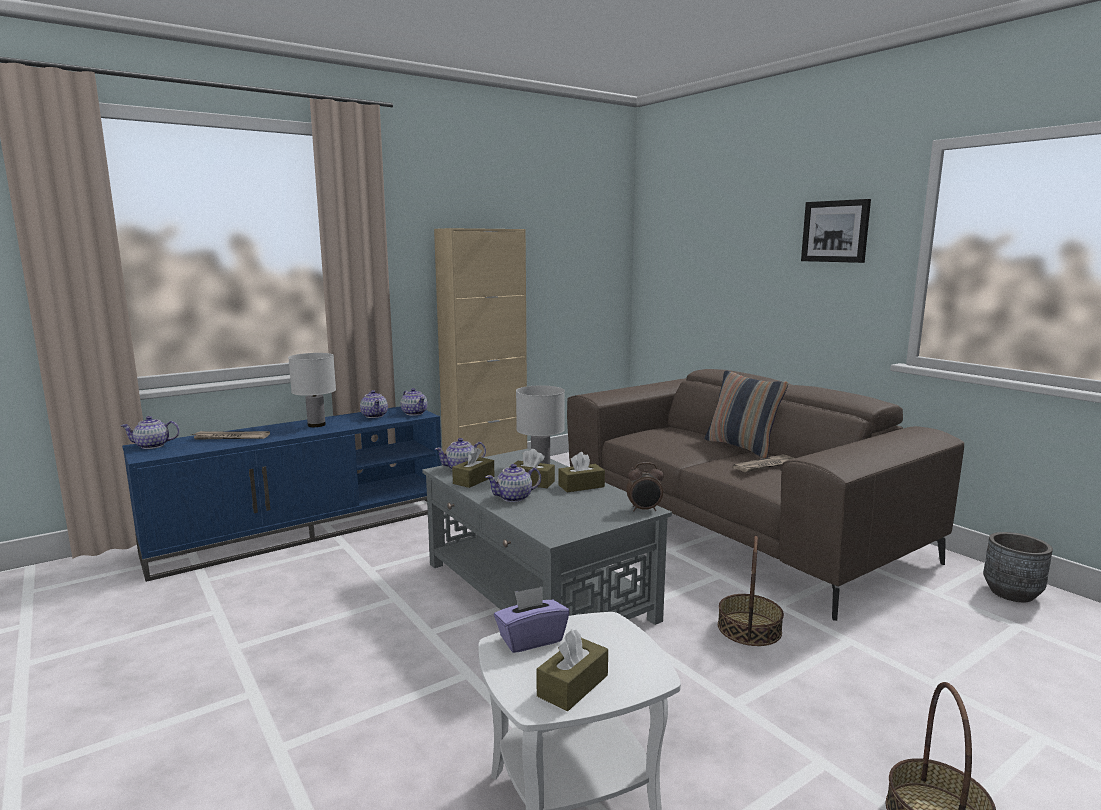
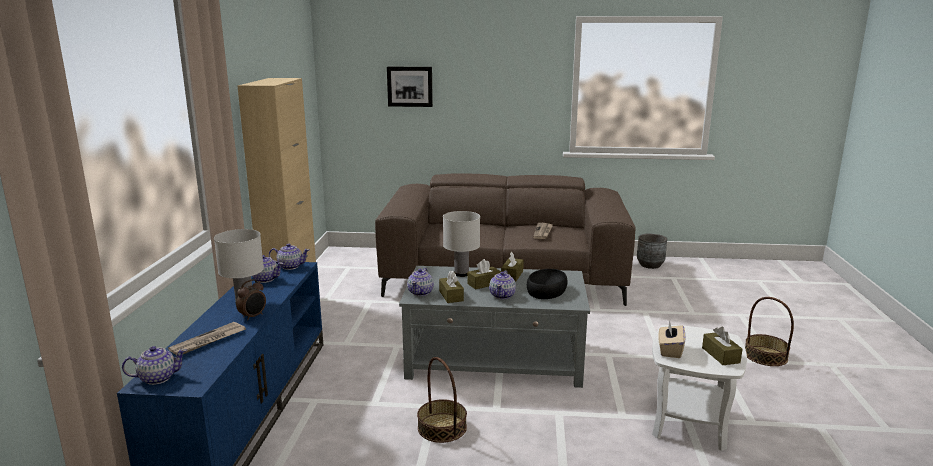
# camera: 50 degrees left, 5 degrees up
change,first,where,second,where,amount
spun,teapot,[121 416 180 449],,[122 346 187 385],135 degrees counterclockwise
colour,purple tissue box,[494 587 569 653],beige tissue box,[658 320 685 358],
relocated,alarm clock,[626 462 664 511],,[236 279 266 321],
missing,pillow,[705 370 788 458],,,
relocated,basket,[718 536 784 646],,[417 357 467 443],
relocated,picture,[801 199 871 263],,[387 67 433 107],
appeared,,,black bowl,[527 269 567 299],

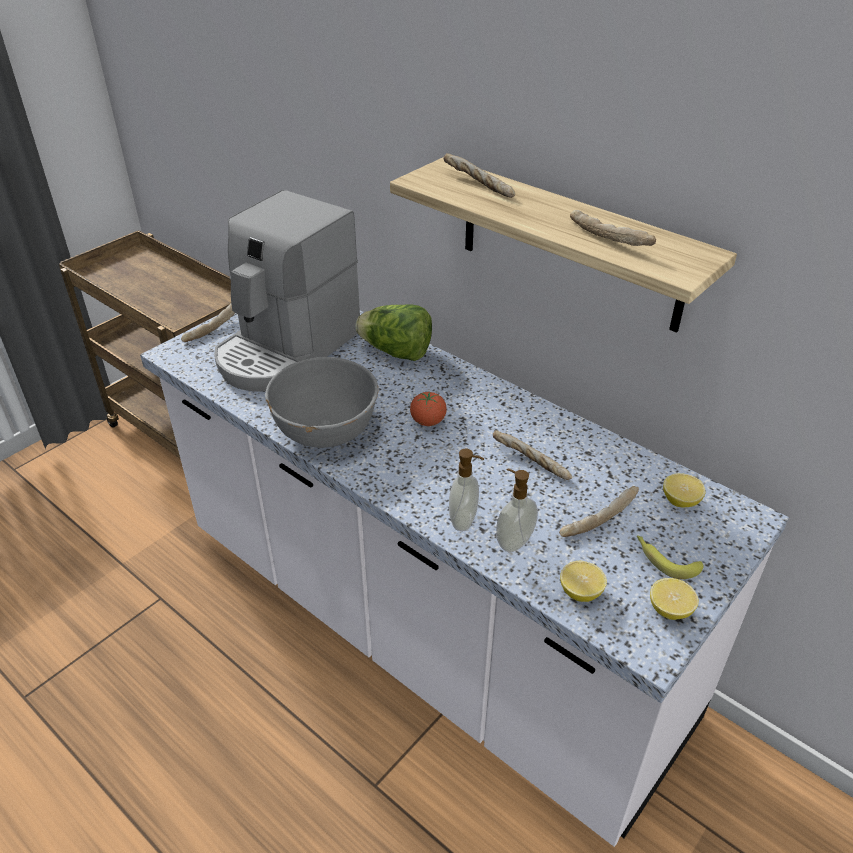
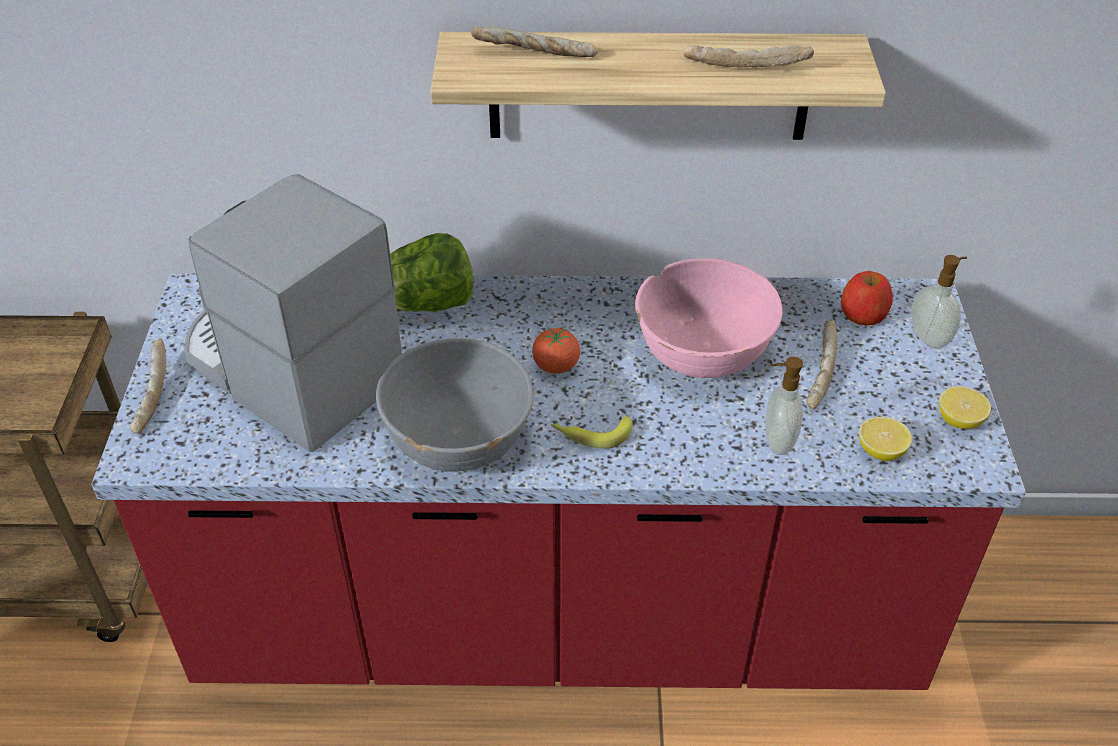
# camera: 40 degrees left, 5 degrees up
change,first,where,second,where,amount
colour,white counter,[140 310 789 847],red counter,[91 273 1026 690],
spun,coffee machine,[214 190 360 392],,[185 174 402 452],135 degrees clockwise
relocated,soap dispenser,[449 449 484 531],,[911 255 967 349],
exchanged,bread,[493 430 572 480],pink bowl,[635 258 783 378],
relocated,banana,[637 536 703 579],,[551 416 632 449],
exchanged,lemon,[663 473 705 508],apple,[841 271 893 325],

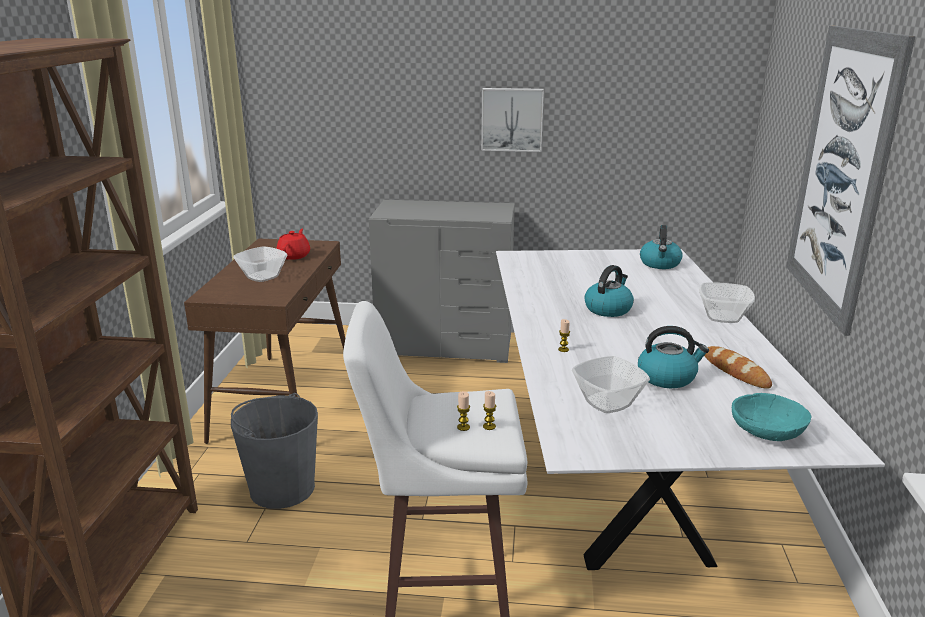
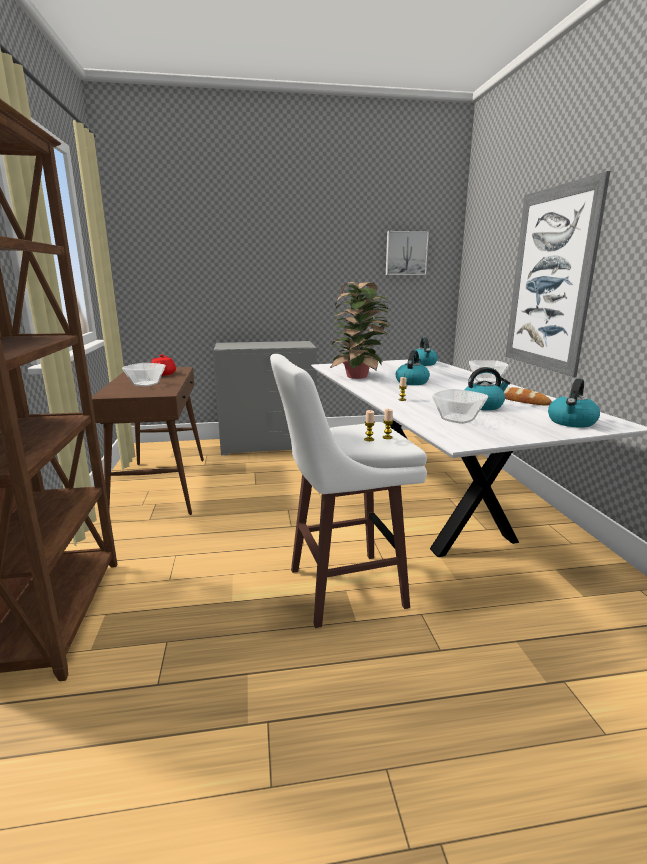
# camera: 15 degrees left, 5 degrees down
change,first,where,second,where,amount
missing,grey bucket,[231 393 318 509],,,
relocated,picture,[481 88 544 152],,[386 231 429 275],
exchanged,turquoise bowl,[732 393 811 441],kettle,[548 378 600 428],
appeared,,,potted plant,[330 282 391 379],

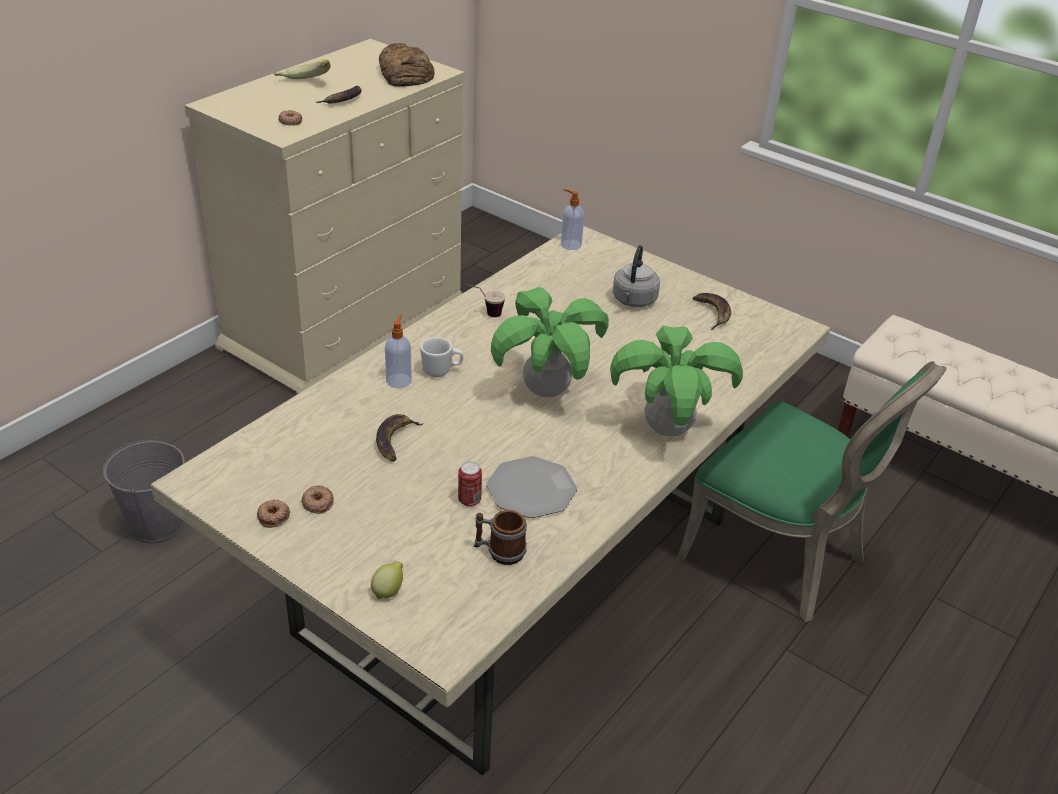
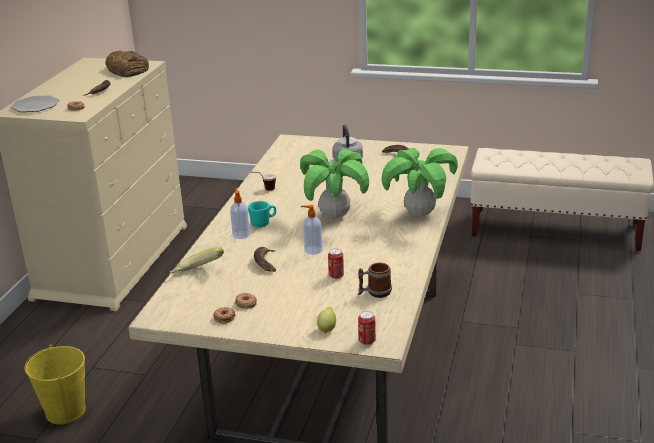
# camera: 20 degrees left, 10 degrees down
change,first,where,second,where,amount
colour,grey bucket,[103 437 185 544],yellow bucket,[25 345 86 425],
relocated,banana,[274 59 330 79],,[170 247 224 273],
colour,white mug,[420 337 464 377],turquoise mug,[248 201 276 228],
relocated,plate,[486 456 577 518],,[10 95 59 112],
relocated,soap dispenser,[561 189 584 250],,[300 205 323 255],
missing,green chair,[677 361 946 622],,,
appeared,,,can,[358 311 376 345],

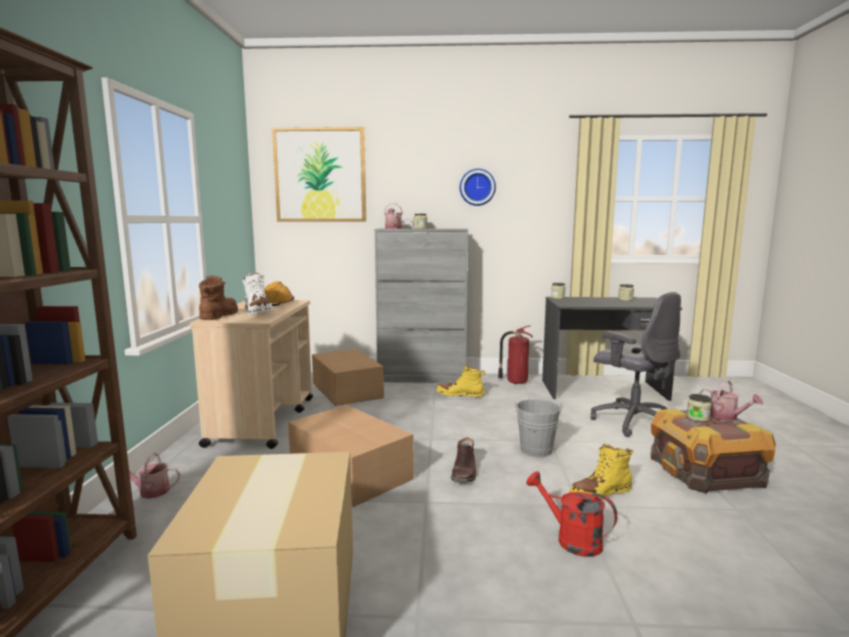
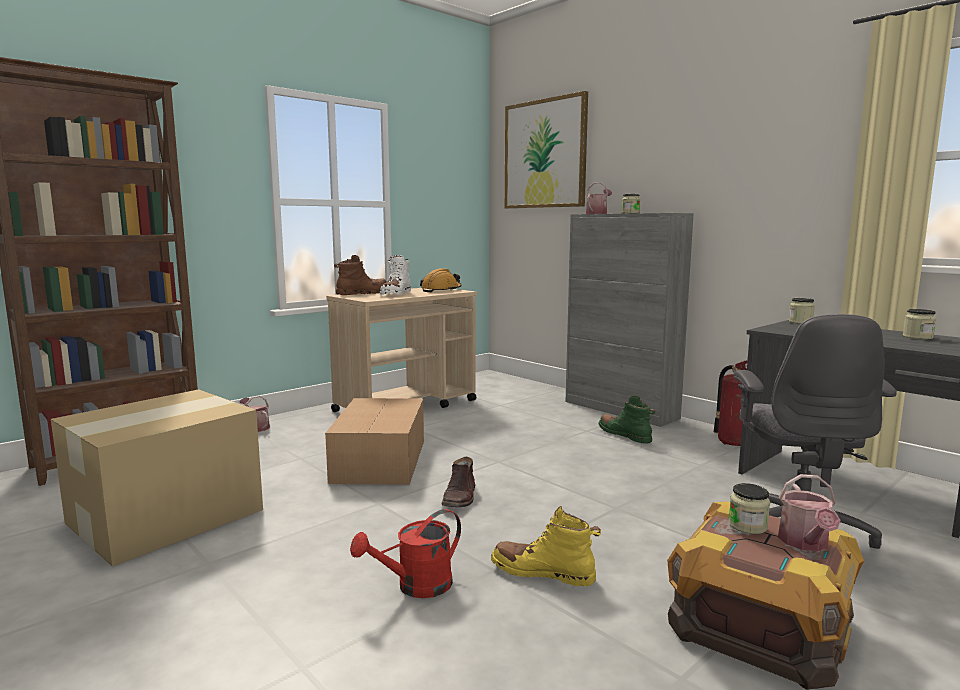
# camera: 45 degrees right, 0 degrees up
change,first,where,second,where,amount
missing,cardboard box,[312 349 384 406],,,
colour,yellow boot,[436 364 486 397],green boot,[598 396 655 444],
spun,brown boot,[451 437 476 482],,[442 457 475 507],45 degrees counterclockwise
missing,wall clock,[460 169 496 206],,,
missing,grey bucket,[515 399 563 457],,,
spun,red watering can,[526 471 617 557],,[350 509 461 598],120 degrees counterclockwise

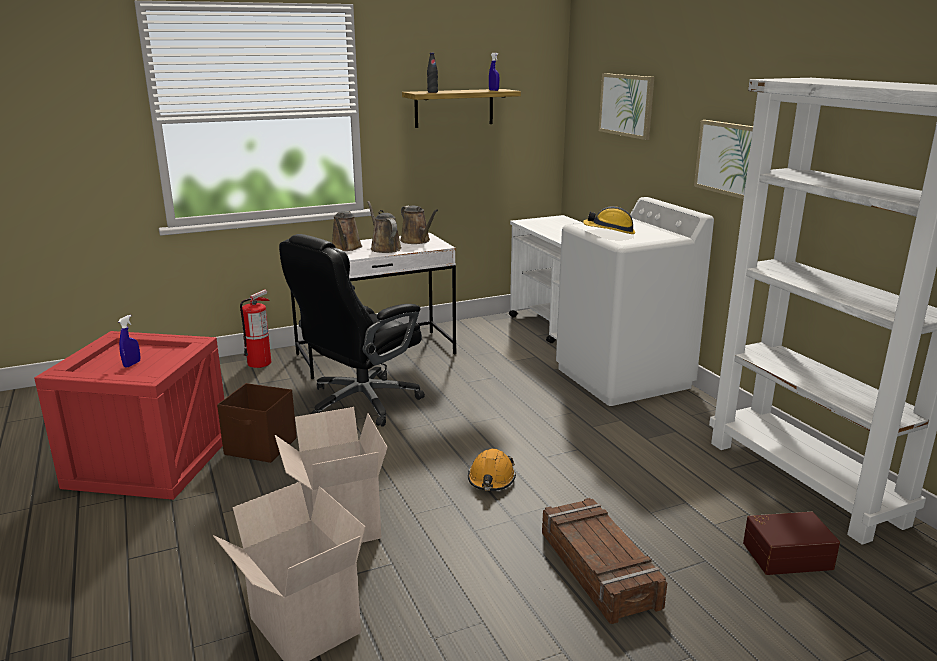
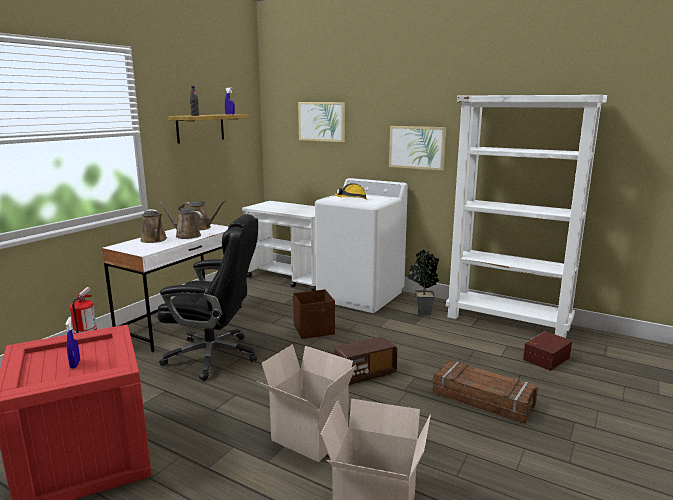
# camera: 35 degrees left, 5 degrees down
change,first,where,second,where,amount
relocated,brown storage box,[217 383 297 463],,[293 289 335 339],
spun,black office chair,[279 234 425 427],,[157 214 258 381],90 degrees counterclockwise
exchanged,orange hard hat,[468 449 516 491],radio,[334 336 398 385],
appeared,,,potted plant,[408 249 439 316],

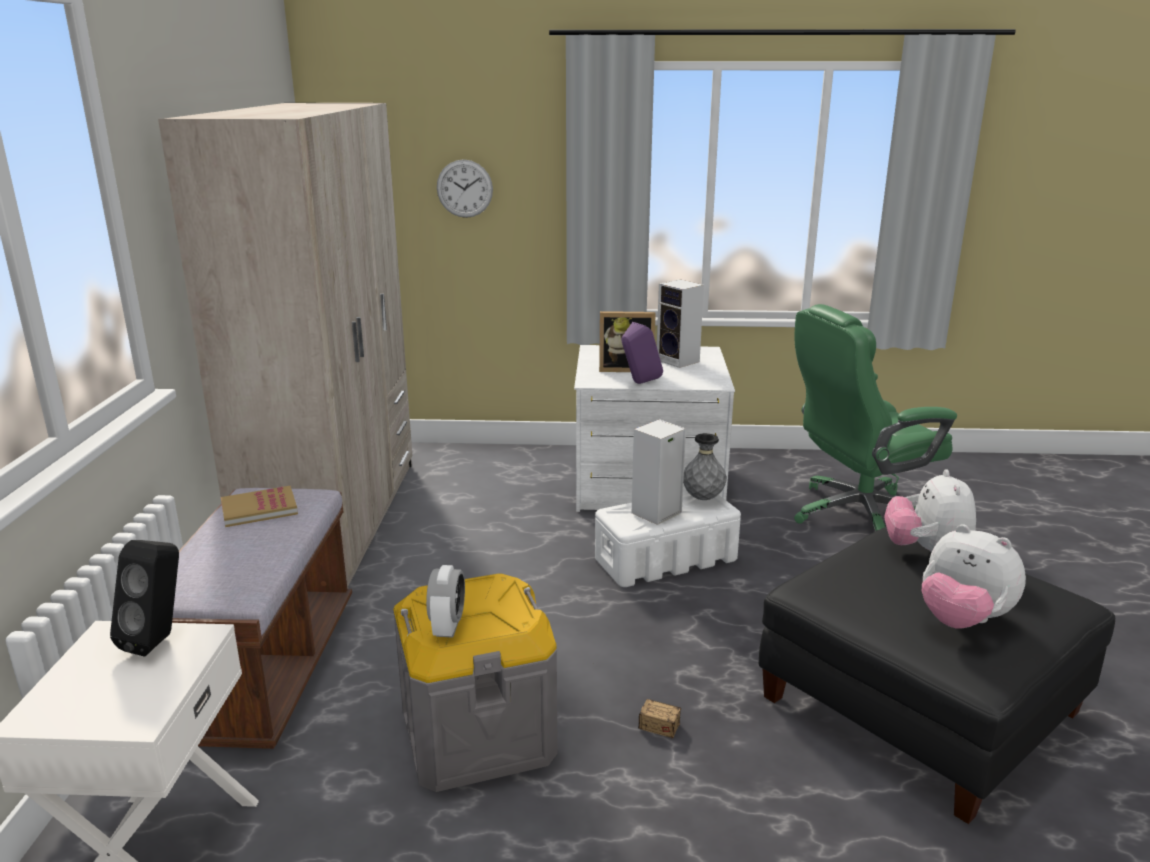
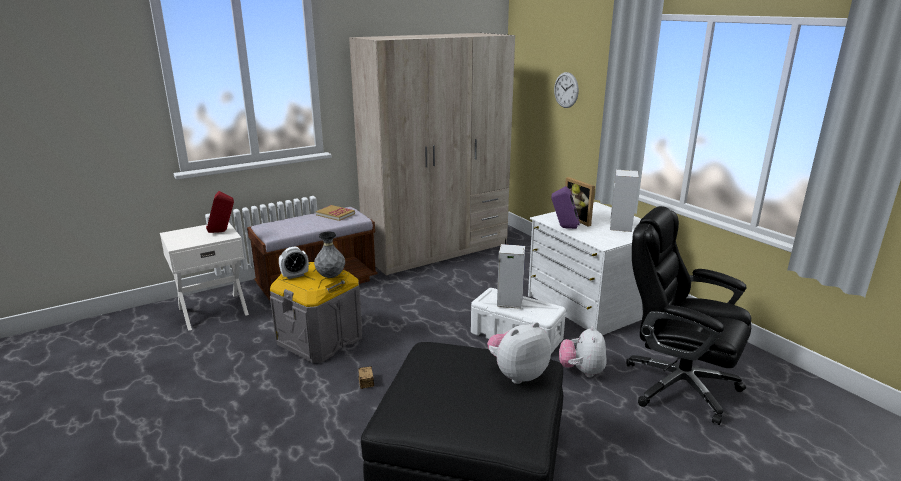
# camera: 55 degrees right, 0 degrees up
change,first,where,second,where,amount
colour,black speaker,[110 540 179 657],red speaker,[206 191 234 233],
relocated,grey vase,[683 433 727 500],,[314 232 345 278],
colour,green office chair,[794 304 957 531],black office chair,[626 206 751 425],
relocated,plush toy,[922 524 1026 628],,[559 326 607 377],

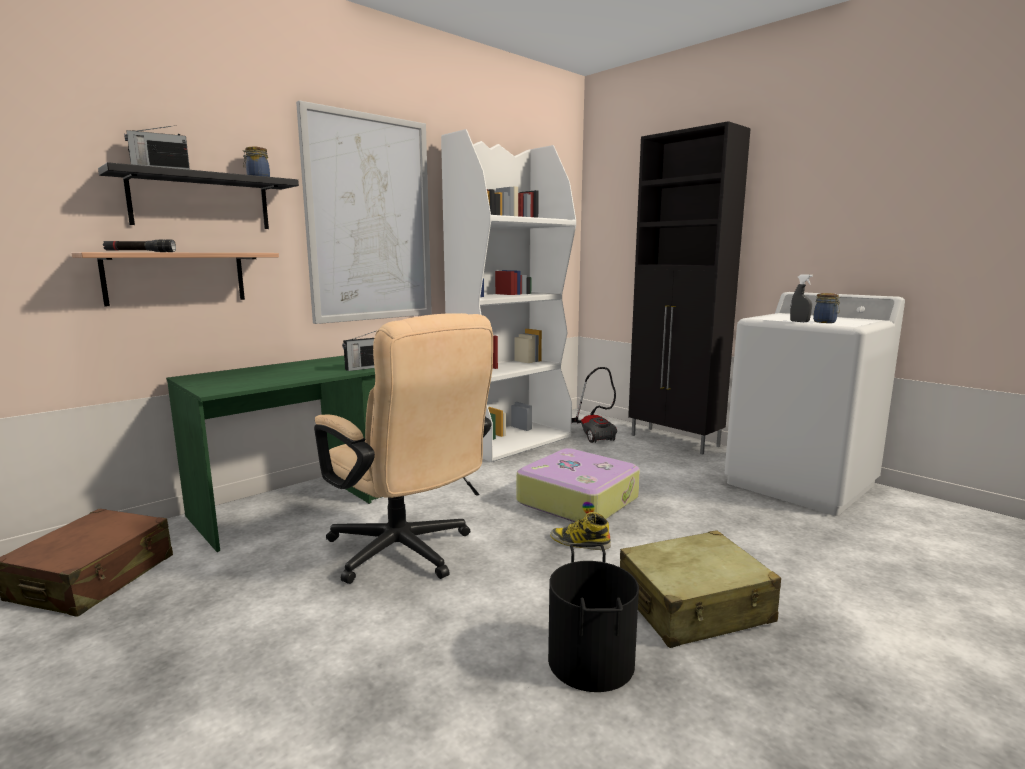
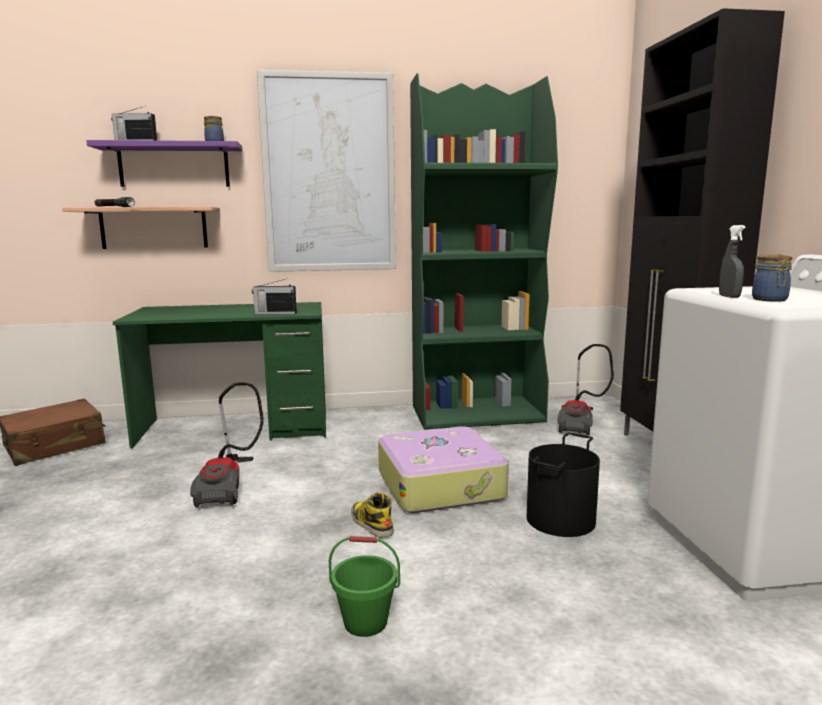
# camera: 35 degrees right, 0 degrees up
change,first,where,second,where,amount
colour,black shelf,[98 162 299 229],purple shelf,[86 140 243 187],
exchanged,beige office chair,[314 313 493 584],vacuum cleaner,[190 382 264 508],
colour,white bookcase,[441 129 576 462],green bookcase,[410 73 558 429],
relocated,black bucket,[548 543 639 692],,[527 432 600 537],
exchanged,beige suitcase,[620 530 781 648],green bucket,[329 536 400 637],

